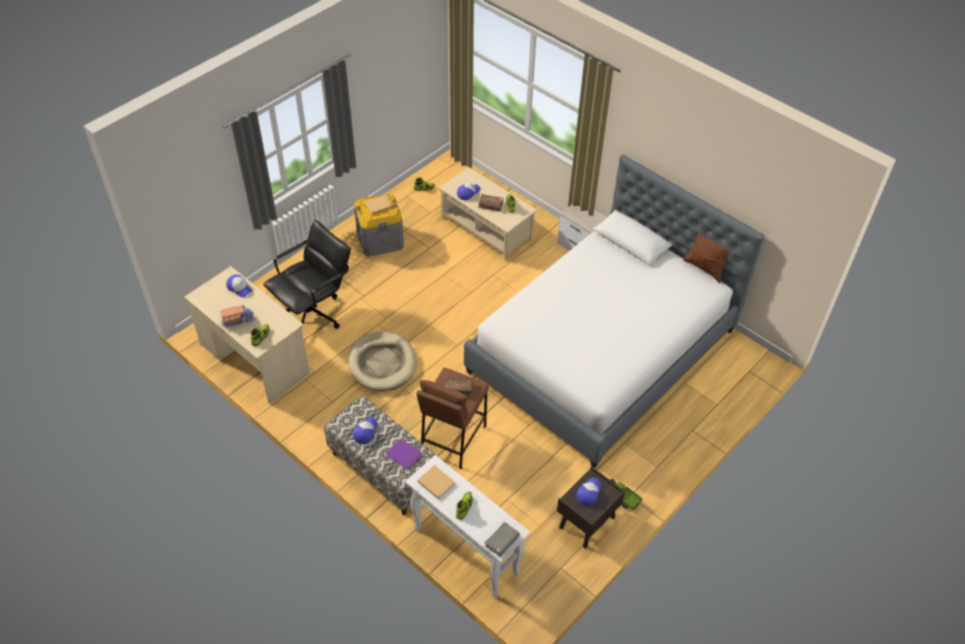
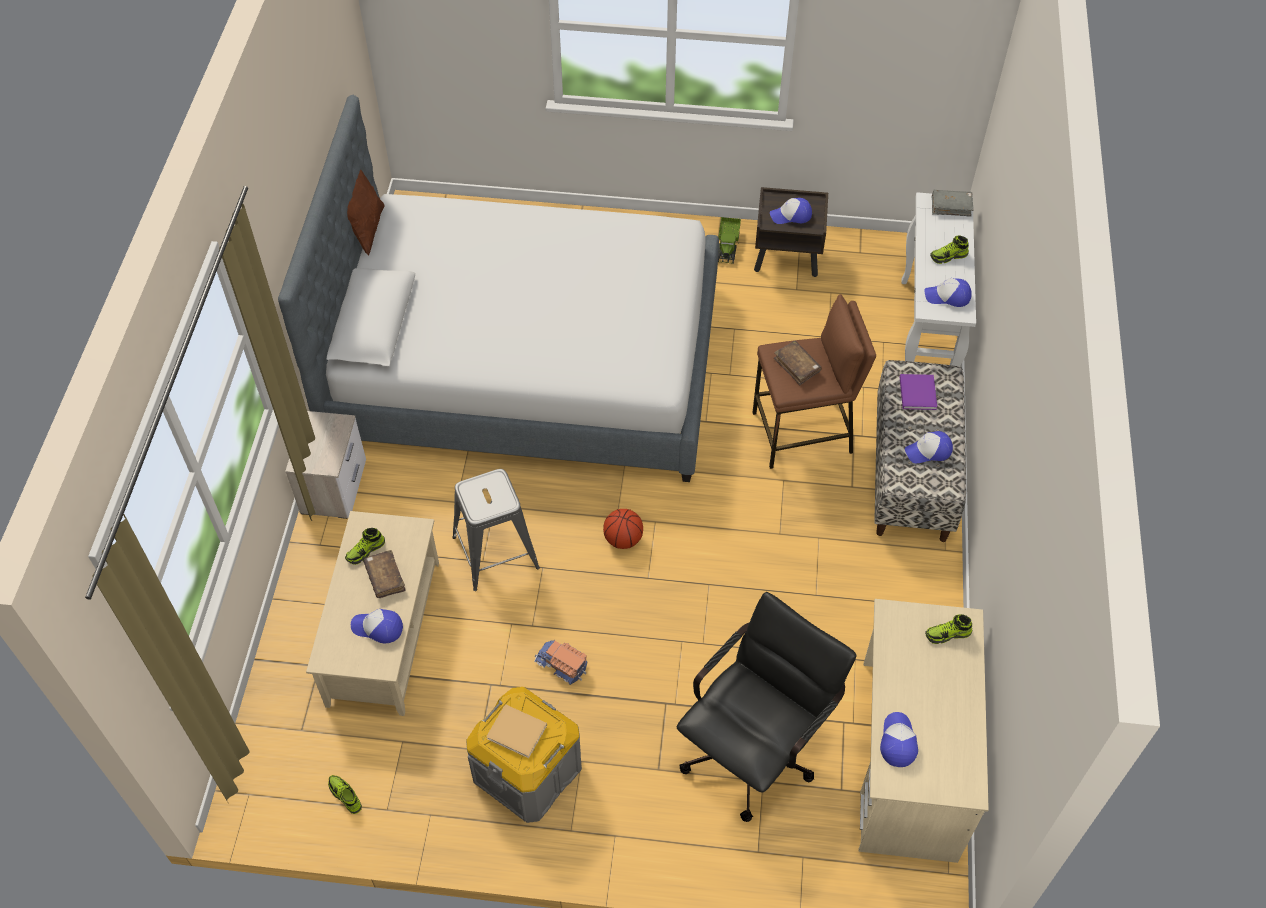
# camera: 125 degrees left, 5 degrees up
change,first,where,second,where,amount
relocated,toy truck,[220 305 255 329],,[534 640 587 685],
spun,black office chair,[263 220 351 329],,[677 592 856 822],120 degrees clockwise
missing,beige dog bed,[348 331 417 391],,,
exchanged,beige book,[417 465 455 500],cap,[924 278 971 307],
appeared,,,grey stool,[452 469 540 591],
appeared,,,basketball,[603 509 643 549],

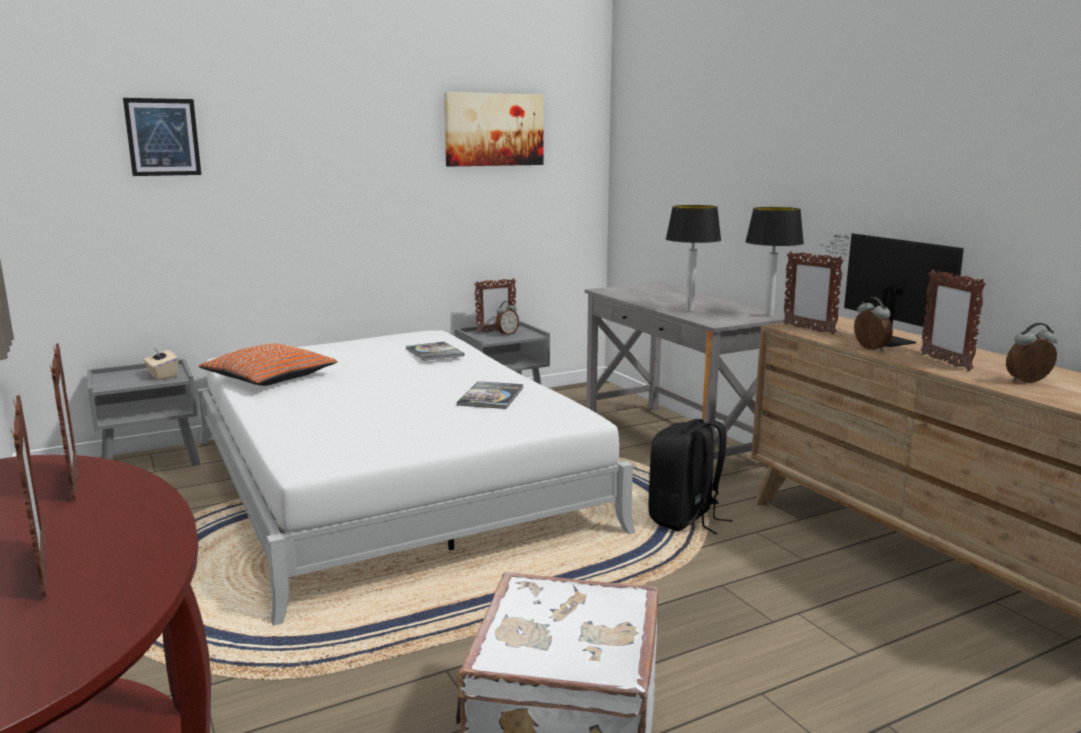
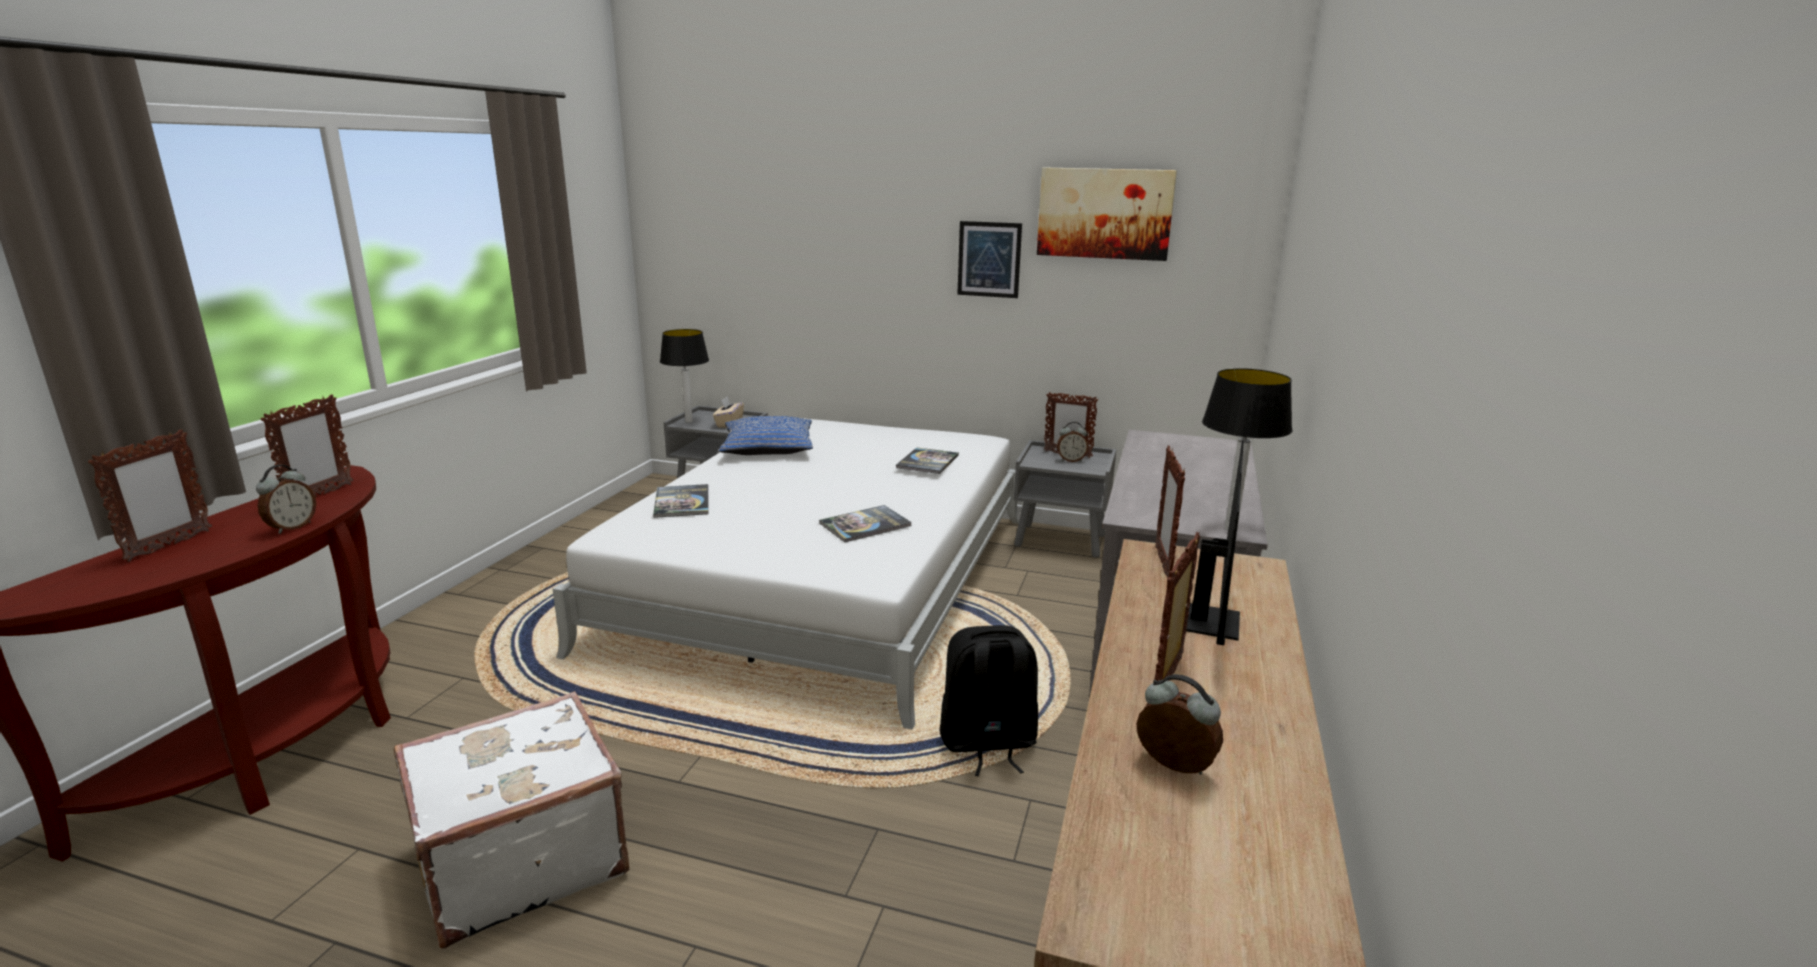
# camera: 45 degrees right, 5 degrees up
change,first,where,second,where,amount
relocated,picture,[123 98 201 176],,[957 221 1022 298],
colour,orange pillow,[199 344 338 386],blue pillow,[719 416 813 455],
relocated,table lamp,[666 205 721 312],,[660 329 709 423],
relocated,alarm clock,[854 297 893 352],,[256 465 316 534],
appeared,,,book,[653 484 709 518],

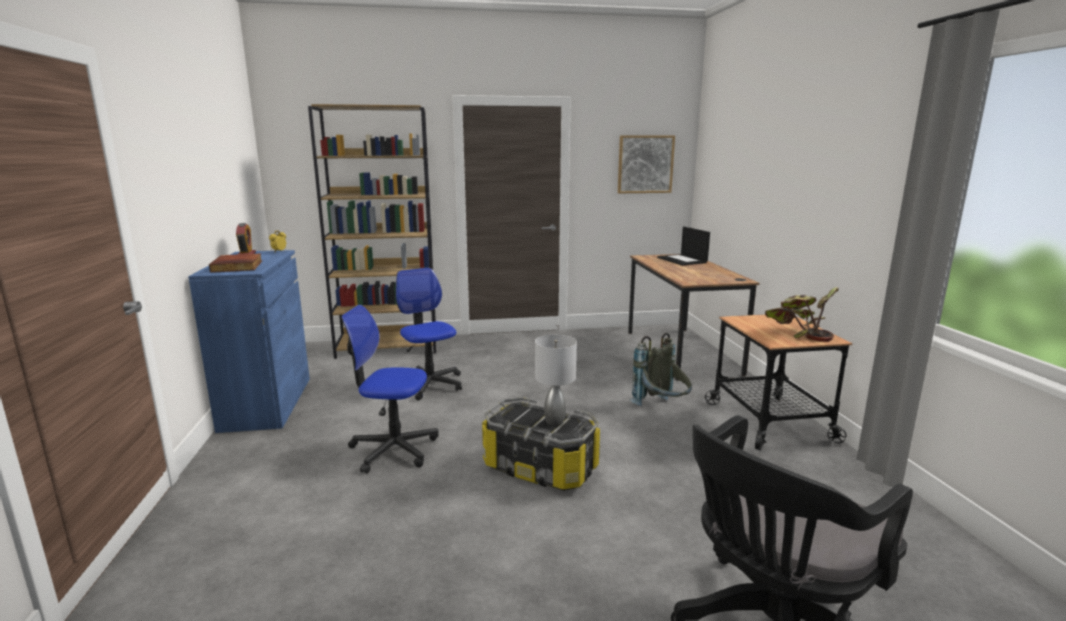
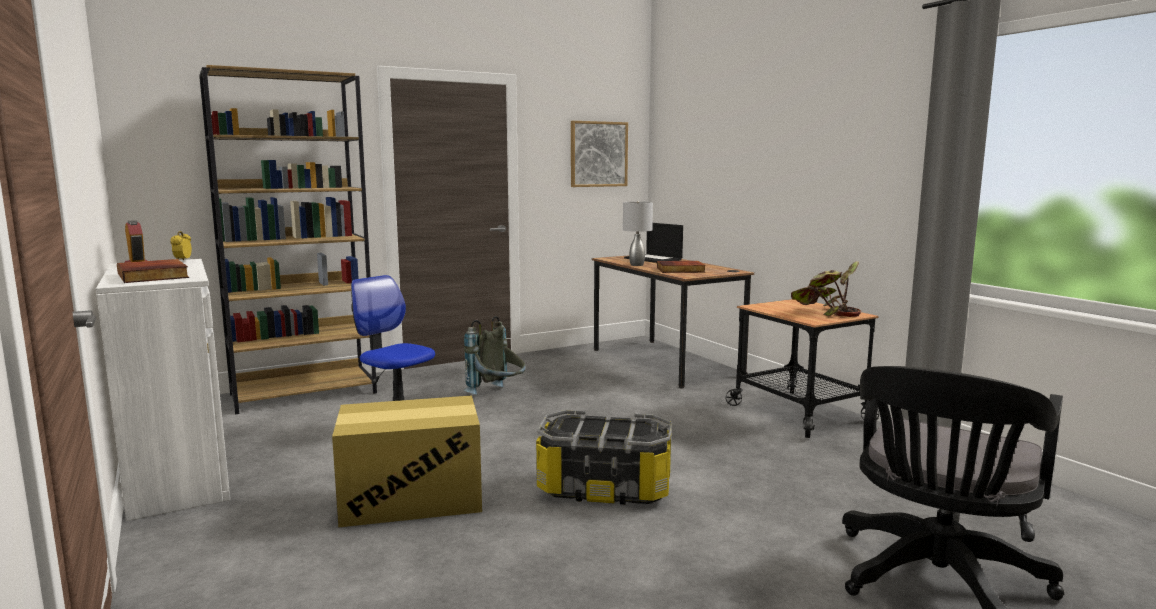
# camera: 20 degrees left, 5 degrees down
change,first,where,second,where,amount
colour,blue cabinet,[188 250 310 433],white cabinet,[96 259 230 521],
exchanged,office chair,[341 305 439 473],cardboard box,[332 396 482 527],
relocated,grey table lamp,[535 335 577 426],,[623 201 653 266],
relocated,grey backpack,[630 332 692 406],,[464 316 526 395],
appeared,,,book,[657 261 706 273],

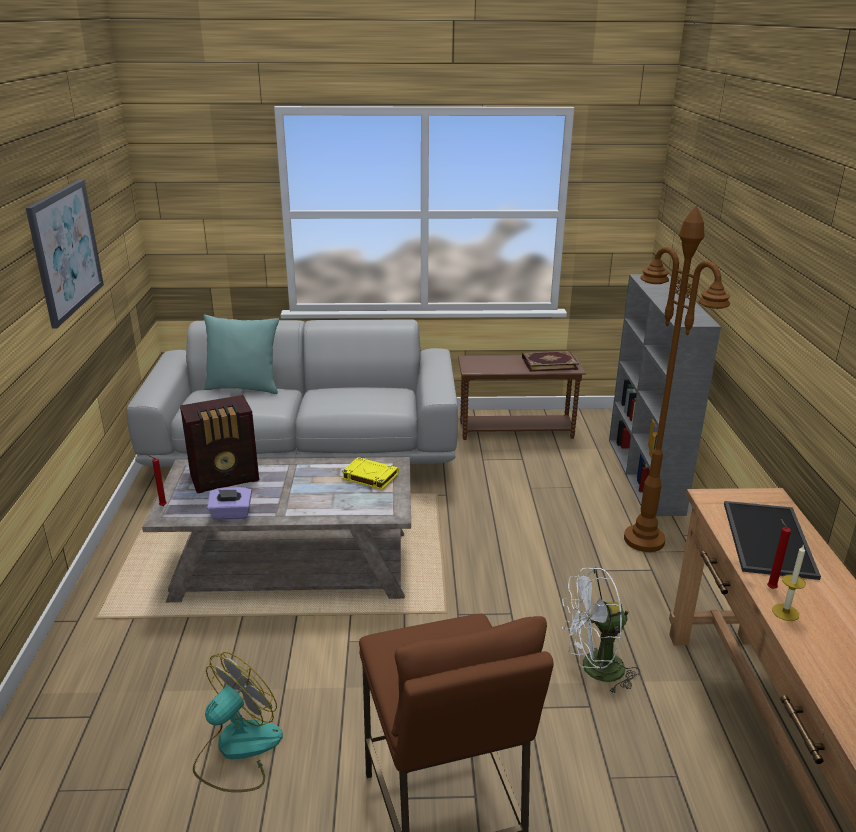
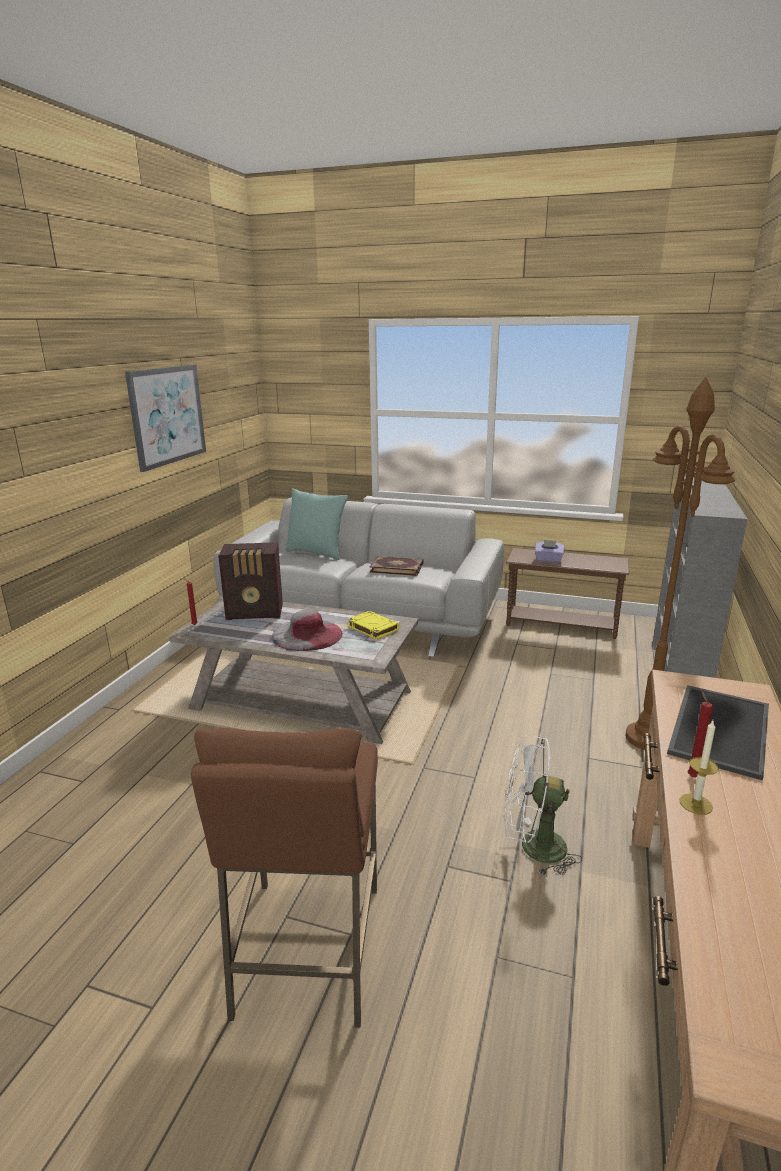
# camera: 20 degrees right, 5 degrees down
change,first,where,second,where,amount
missing,fan,[193 652 283 792],,,
relocated,purple tissue box,[207 487 252 520],,[535 540 564 563],
relocated,book,[522 351 579 372],,[370 556 424 576],
appeared,,,grey hat,[272 609 343 651],

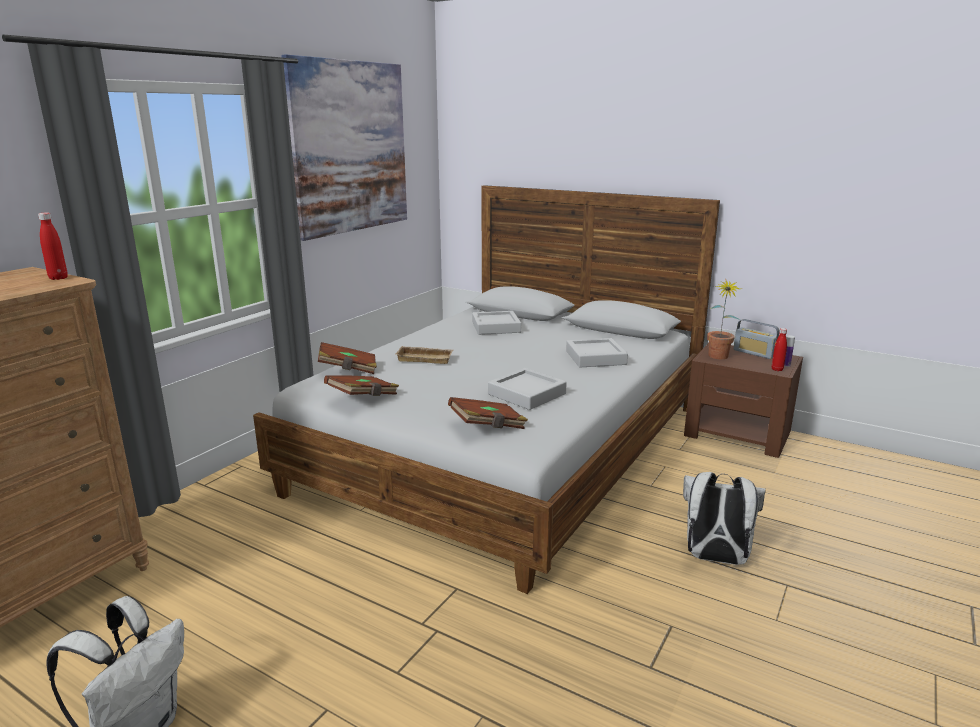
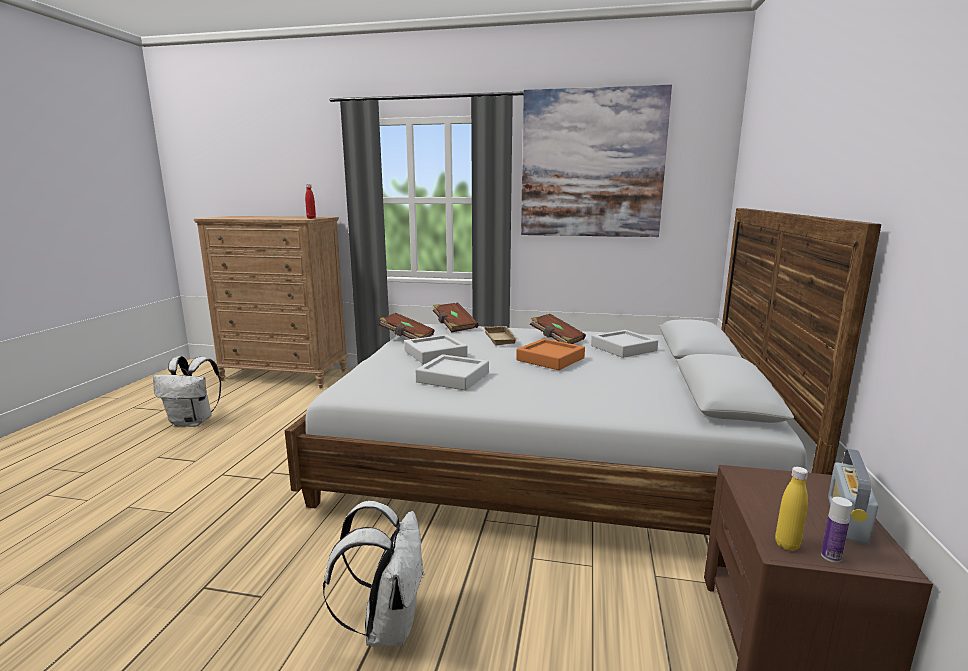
# camera: 70 degrees right, 5 degrees down
change,first,where,second,where,amount
relocated,brown book,[448 397 528 429],,[530 314 586 344],
relocated,grey tray,[566 338 628 367],,[404 334 468 364],
missing,potted plant,[707 279 740 359],,,
colour,red bottle,[772 328 787 371],yellow bottle,[775 467 808 551],
appeared,,,orange tray,[516 338 585 370],

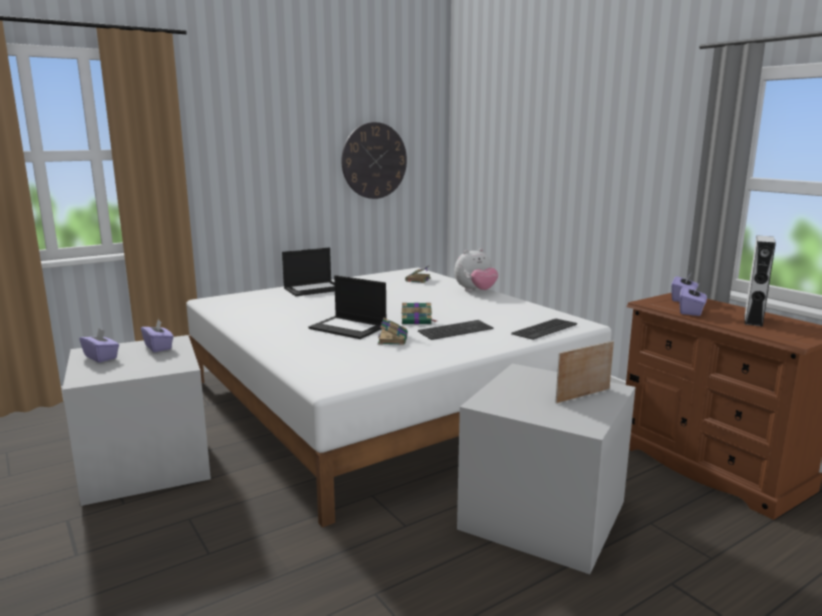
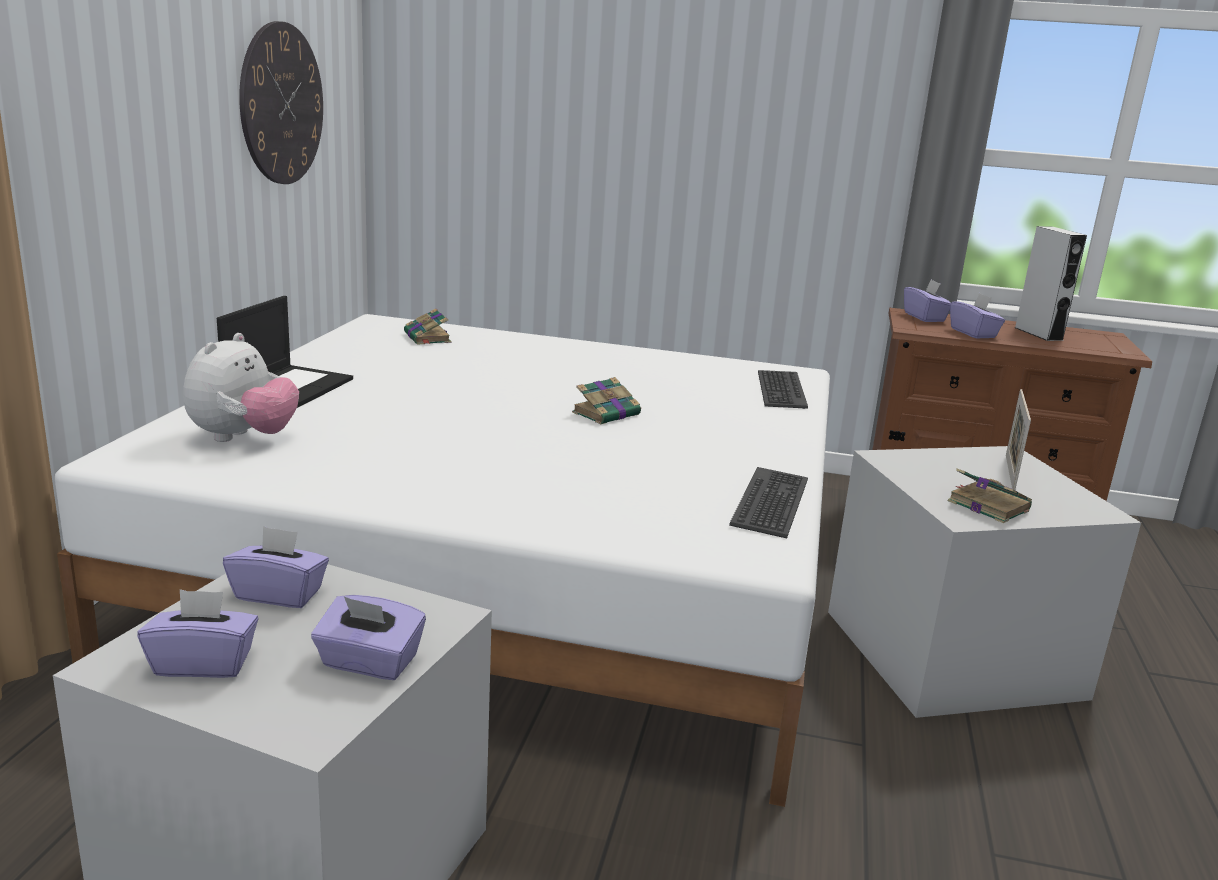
# camera: 45 degrees left, 5 degrees up
change,first,where,second,where,amount
missing,laptop,[309 275 386 339],,,
relocated,book,[378 318 408 345],,[948 469 1032 523],
relocated,keyboard,[418 320 494 340],,[729 467 808 538],
relocated,plush toy,[454 248 498 292],,[184 333 299 442],
appeared,,,purple tissue box,[311 595 426 680],

